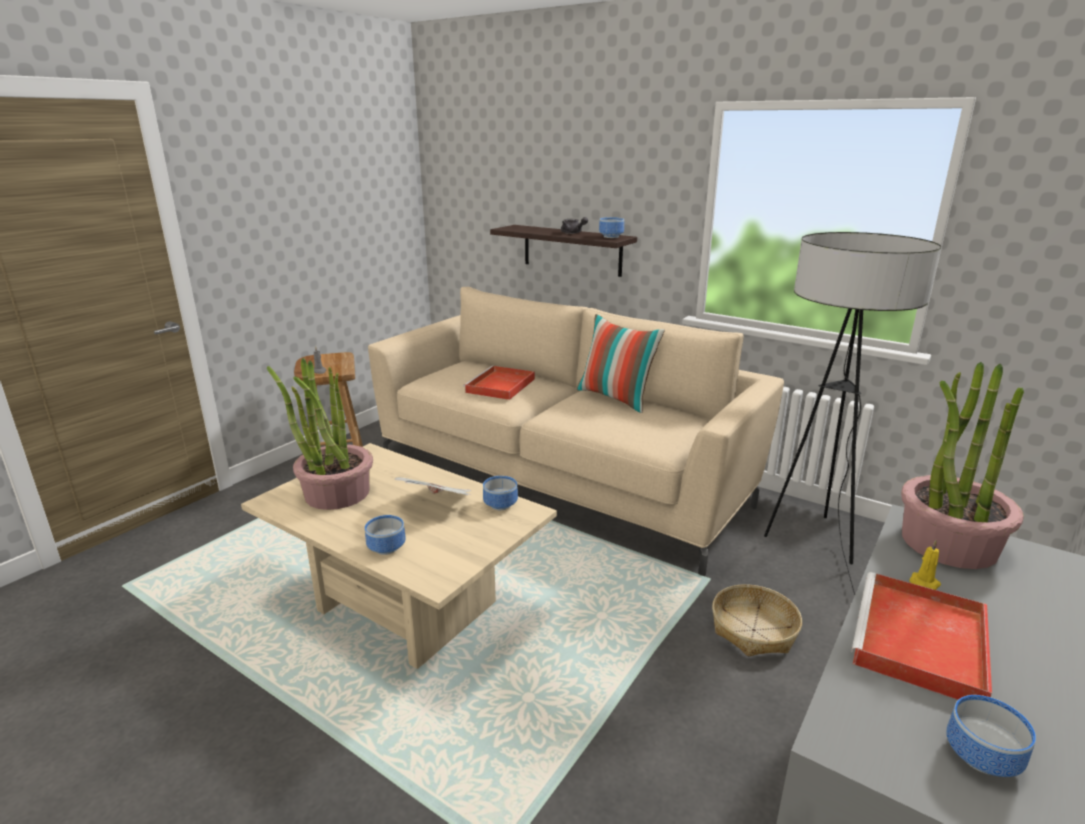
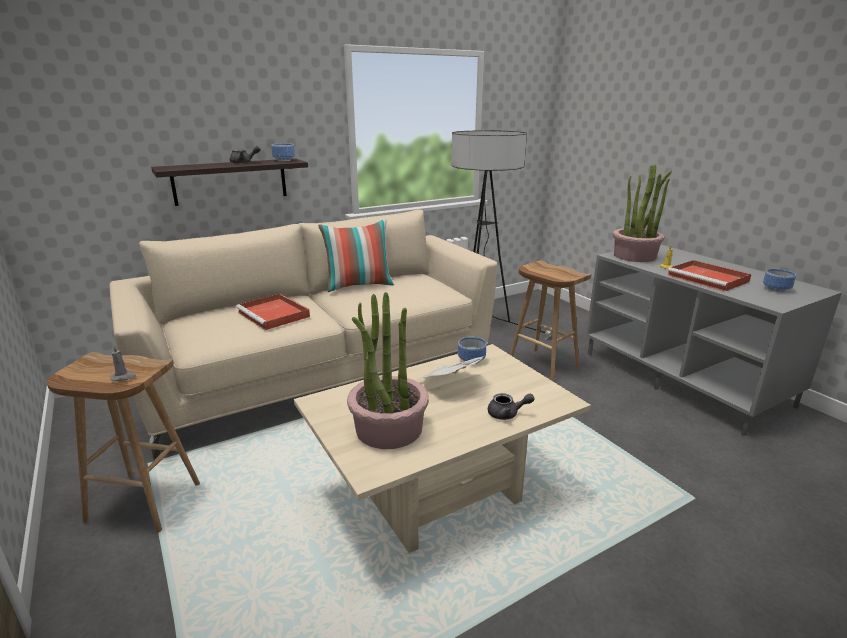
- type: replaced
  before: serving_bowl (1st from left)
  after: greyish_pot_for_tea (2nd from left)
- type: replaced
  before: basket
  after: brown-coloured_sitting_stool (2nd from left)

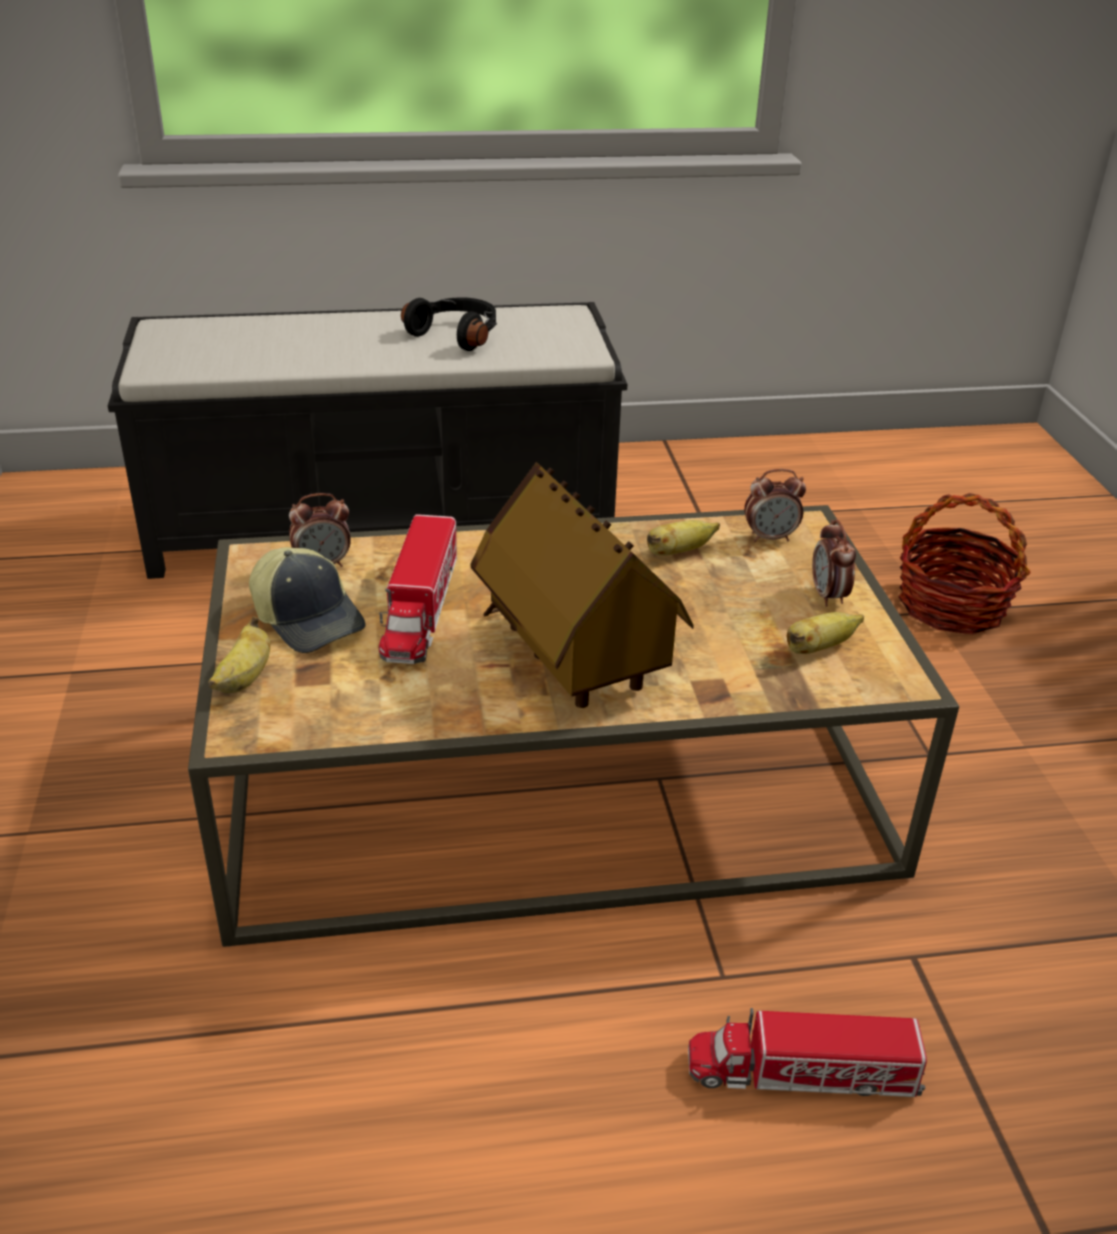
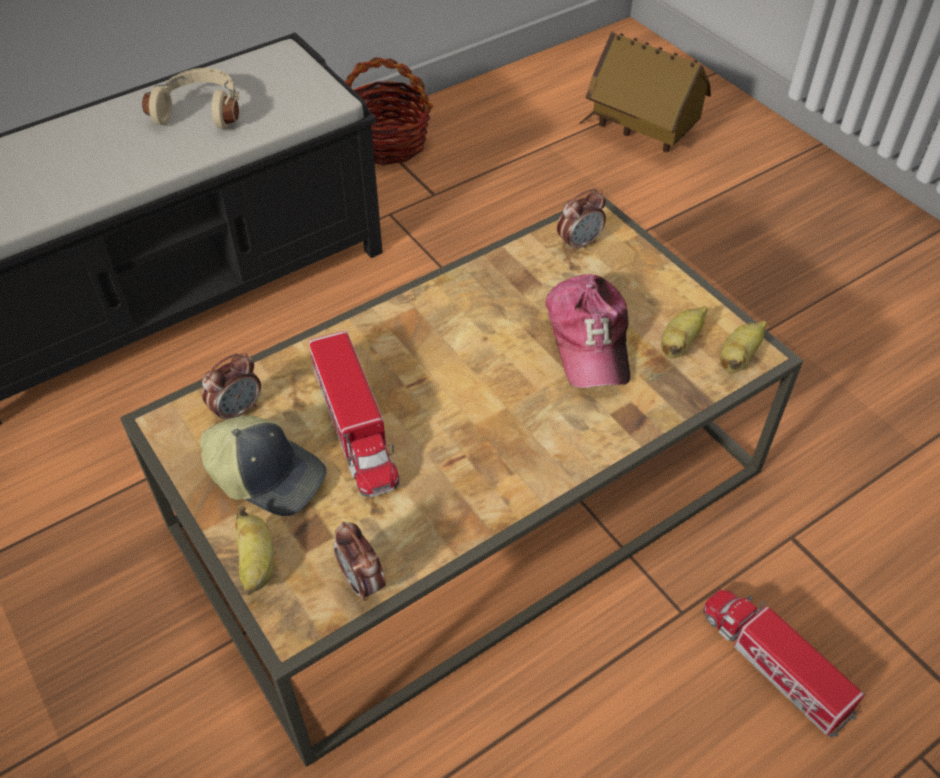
- type: recoloured
  before: blackish_pair_of_headphones
  after: beige-coloured_pair_of_headphones
- type: moved
  before: miniature_house
- type: moved
  before: banana_fruit (2nd from left in the first image)
  after: banana_fruit (3rd from left)
- type: turned
  before: toy_truck (2nd from left)
  turn: 75
- type: moved
  before: table_clock (3rd from left in the first image)
  after: table_clock (2nd from left)
- type: moved
  before: basket
- type: added
  after: peaked_cap (2nd from left)

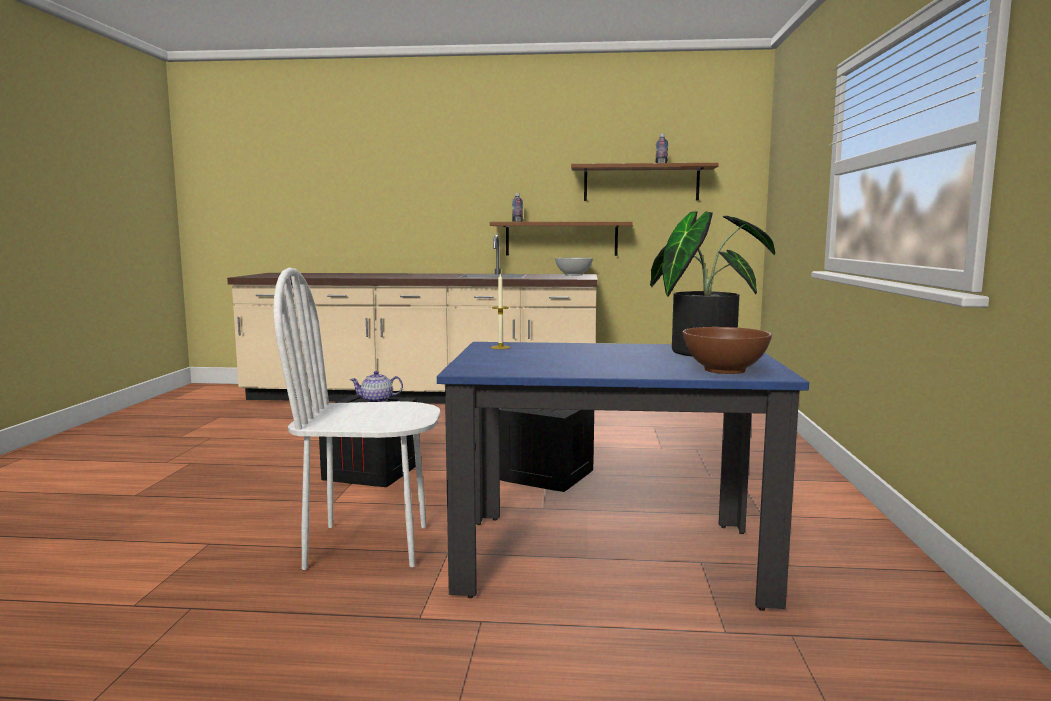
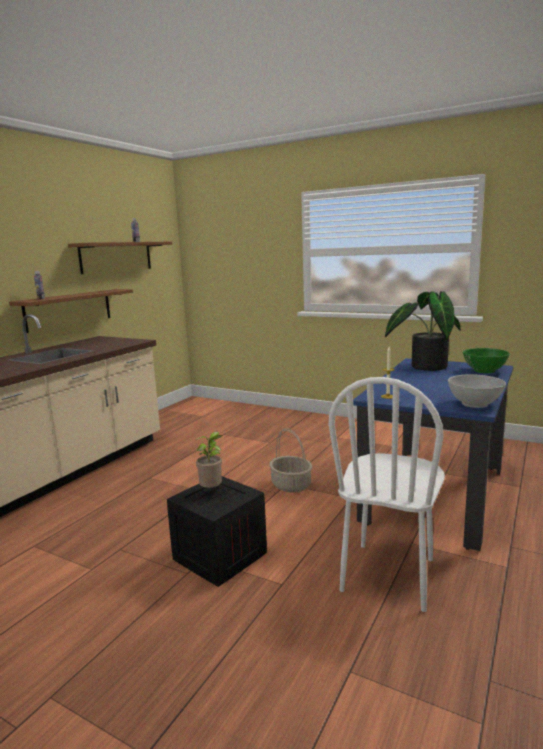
- type: replaced
  before: pot_for_tea
  after: plant_in_a_pot (1st from left)
- type: replaced
  before: crate (2nd from left)
  after: basket
- type: moved
  before: white-coloured_serving_bowl
- type: recoloured
  before: brown-coloured_serving_bowl
  after: green_serving_bowl

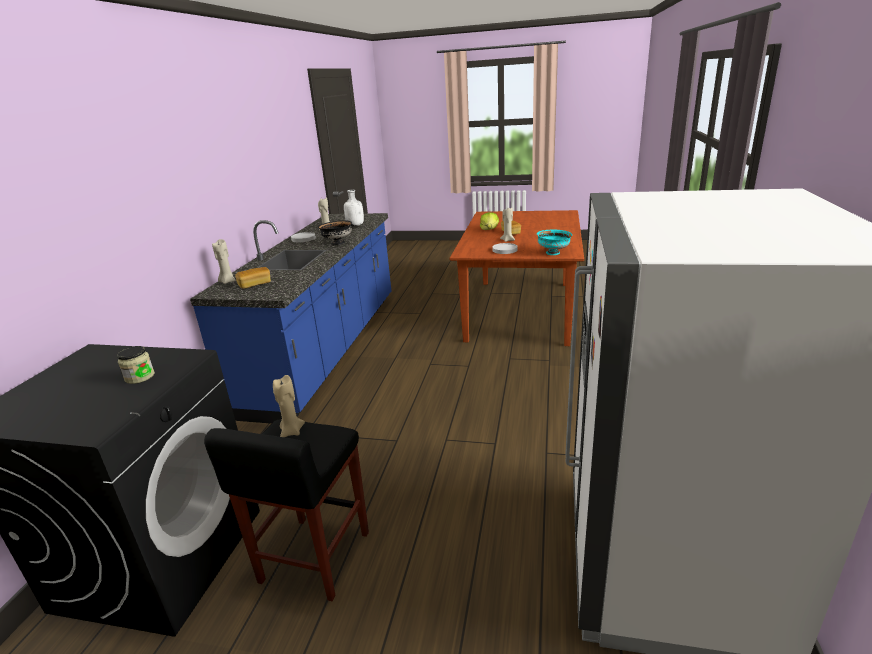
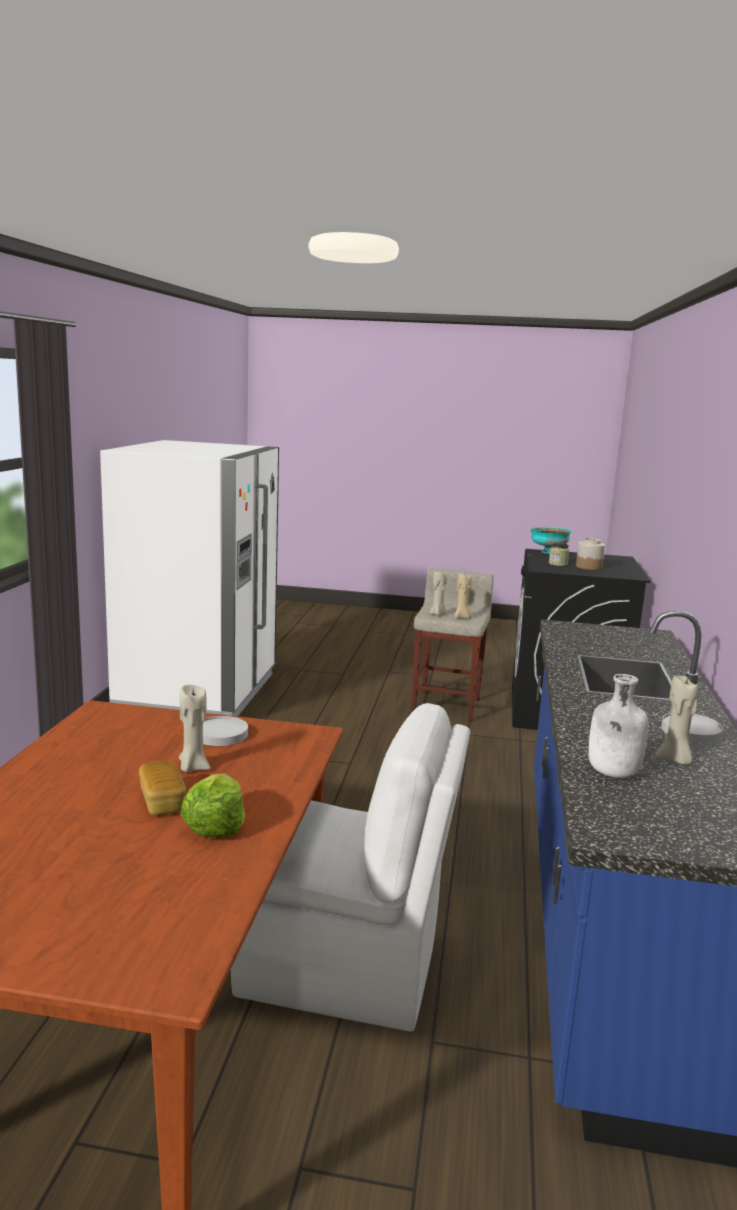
- type: recoloured
  before: blackish_sitting_stool
  after: beige-coloured_sitting_stool
- type: moved
  before: beige-coloured_wax_candle (1st from left in the first image)
  after: beige-coloured_wax_candle (2nd from left)
- type: removed
  before: baked_bread (1st from left)
- type: removed
  before: blackish_serving_bowl
- type: moved
  before: turquoise_serving_bowl
- type: added
  after: white-coloured_chair
- type: added
  after: preserve_jar (2nd from left)

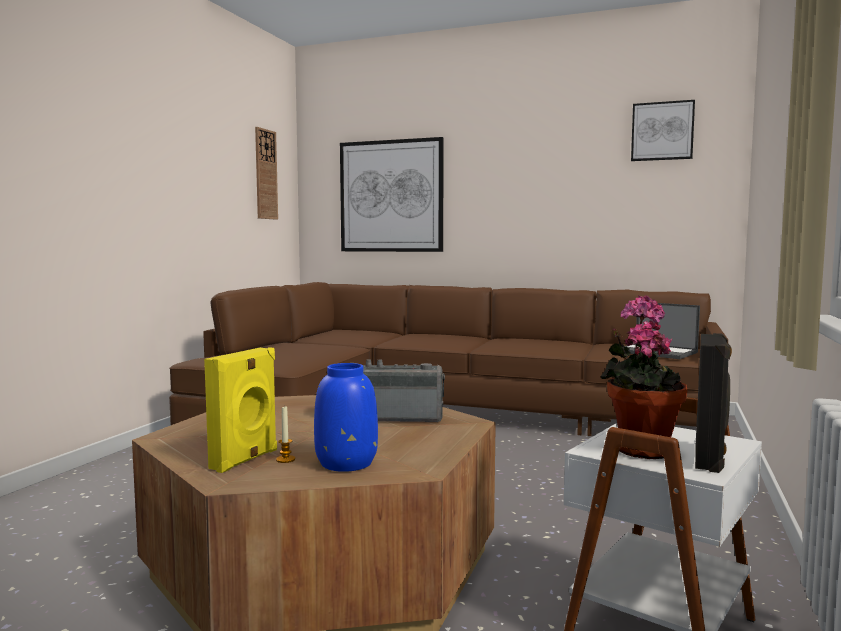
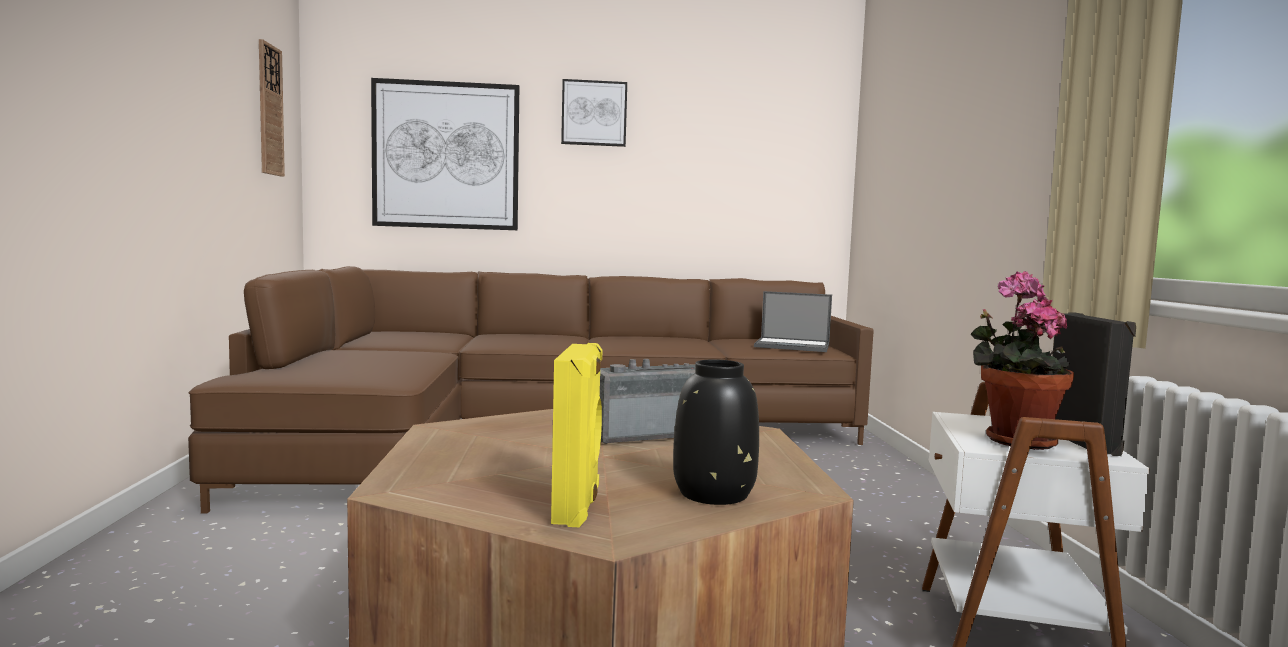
- type: removed
  before: wax_candle
- type: recoloured
  before: blue_flower_vase
  after: blackish_flower_vase
- type: moved
  before: picture (2nd from left)

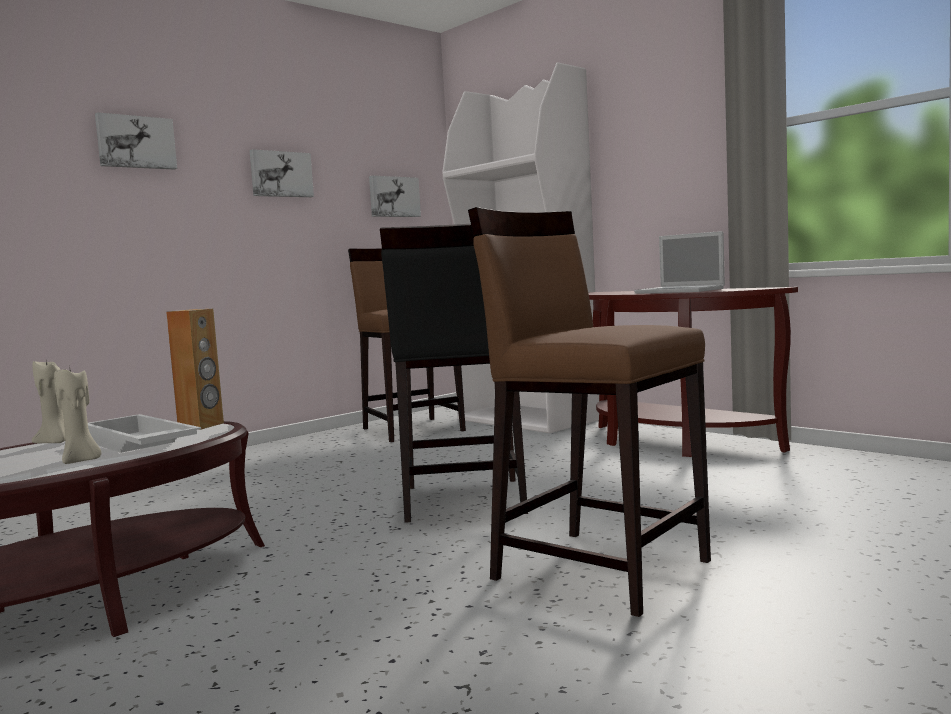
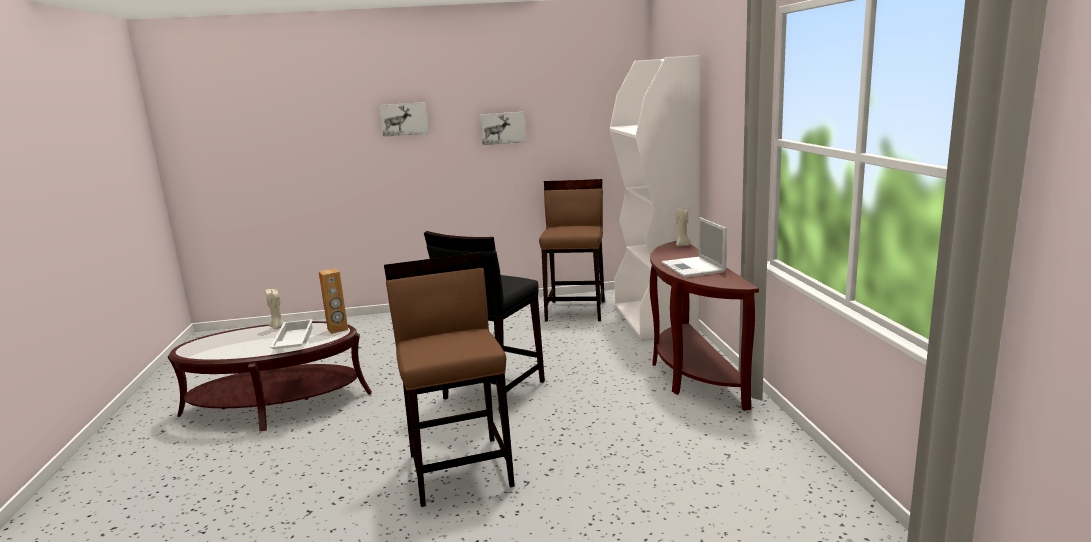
- type: moved
  before: beige-coloured_wax_candle (2nd from left)
- type: removed
  before: picture (3rd from left)

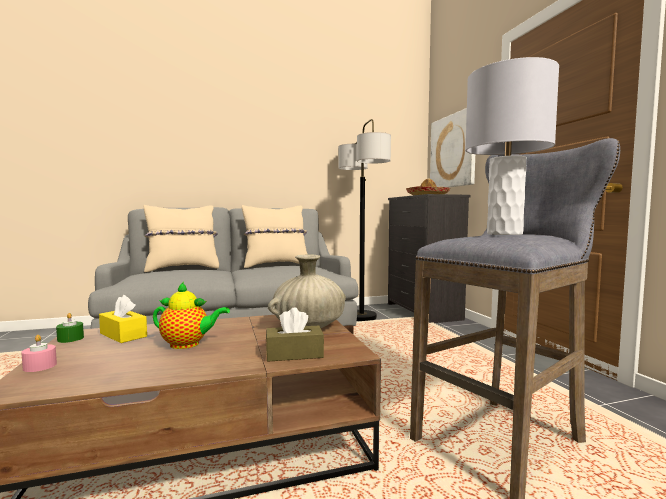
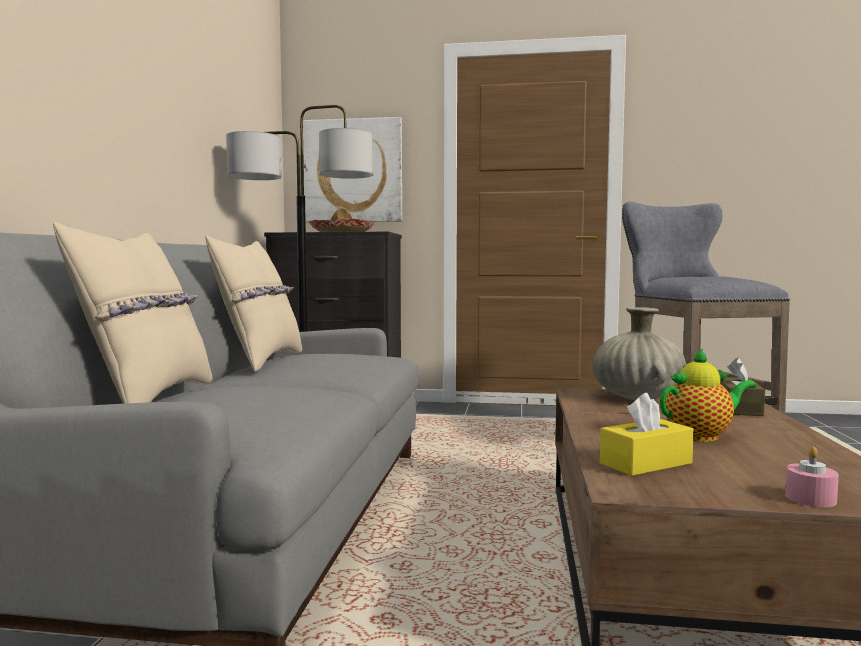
- type: removed
  before: green_wax_candle
- type: turned
  before: pot_for_tea
  turn: 45
- type: removed
  before: greyish_lamp_for_a_table

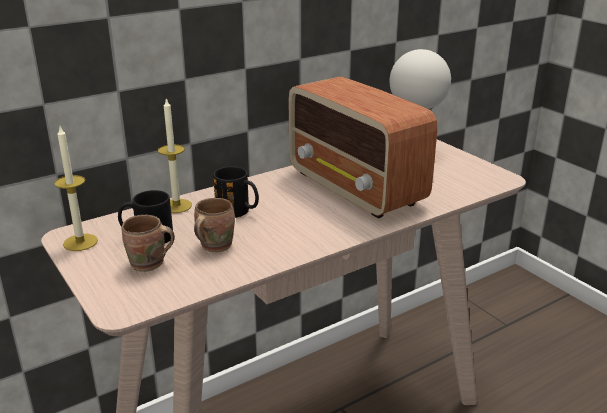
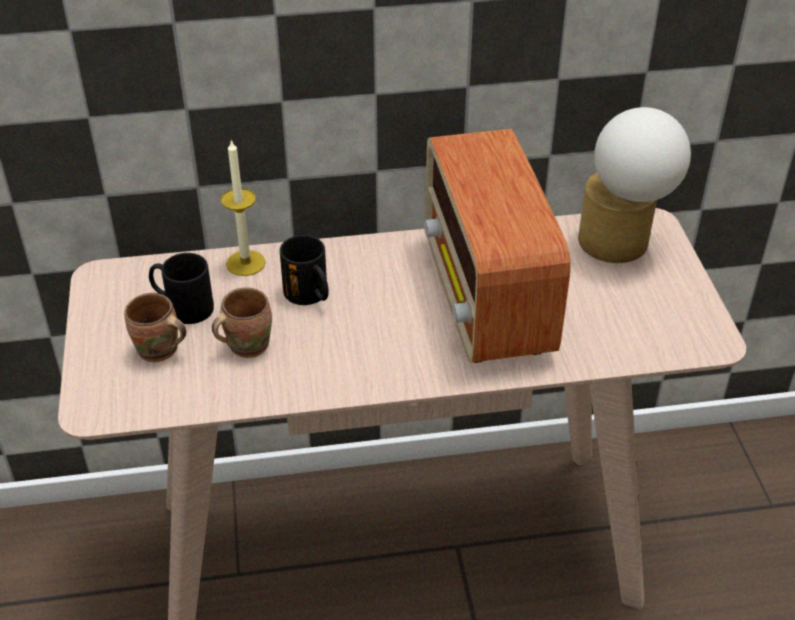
- type: removed
  before: wax_candle (1st from left)

